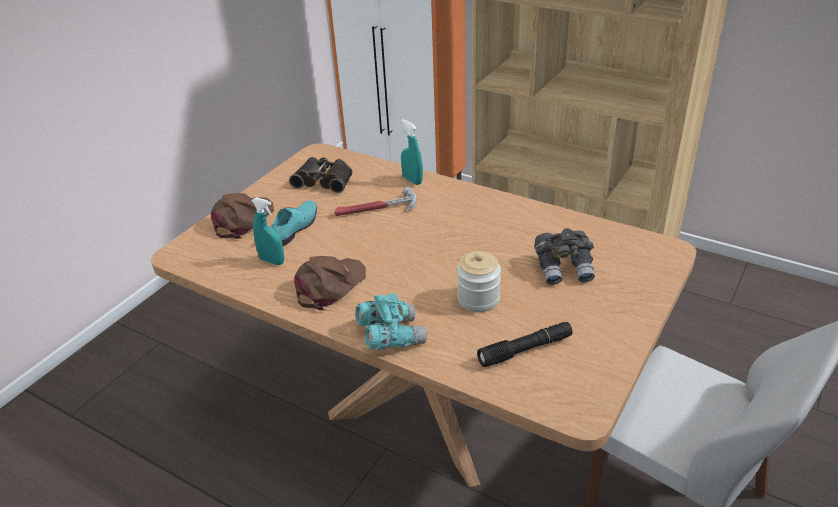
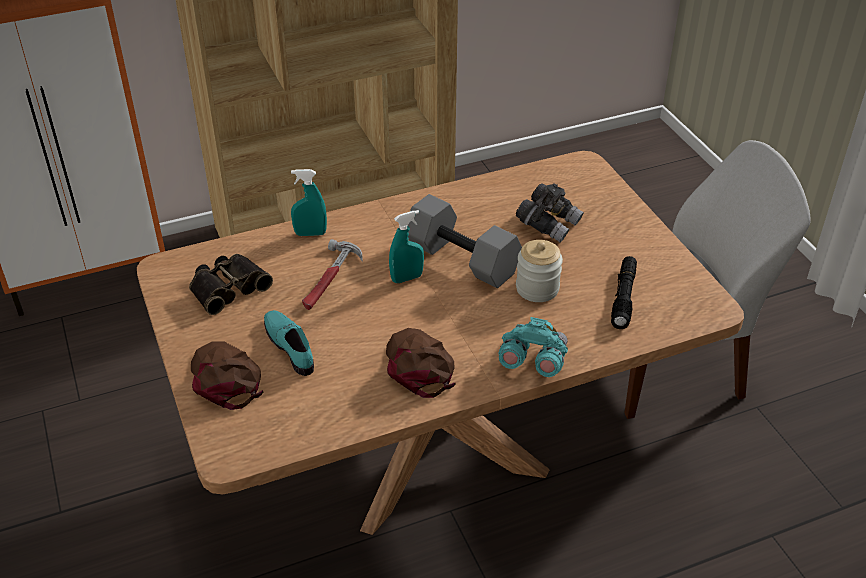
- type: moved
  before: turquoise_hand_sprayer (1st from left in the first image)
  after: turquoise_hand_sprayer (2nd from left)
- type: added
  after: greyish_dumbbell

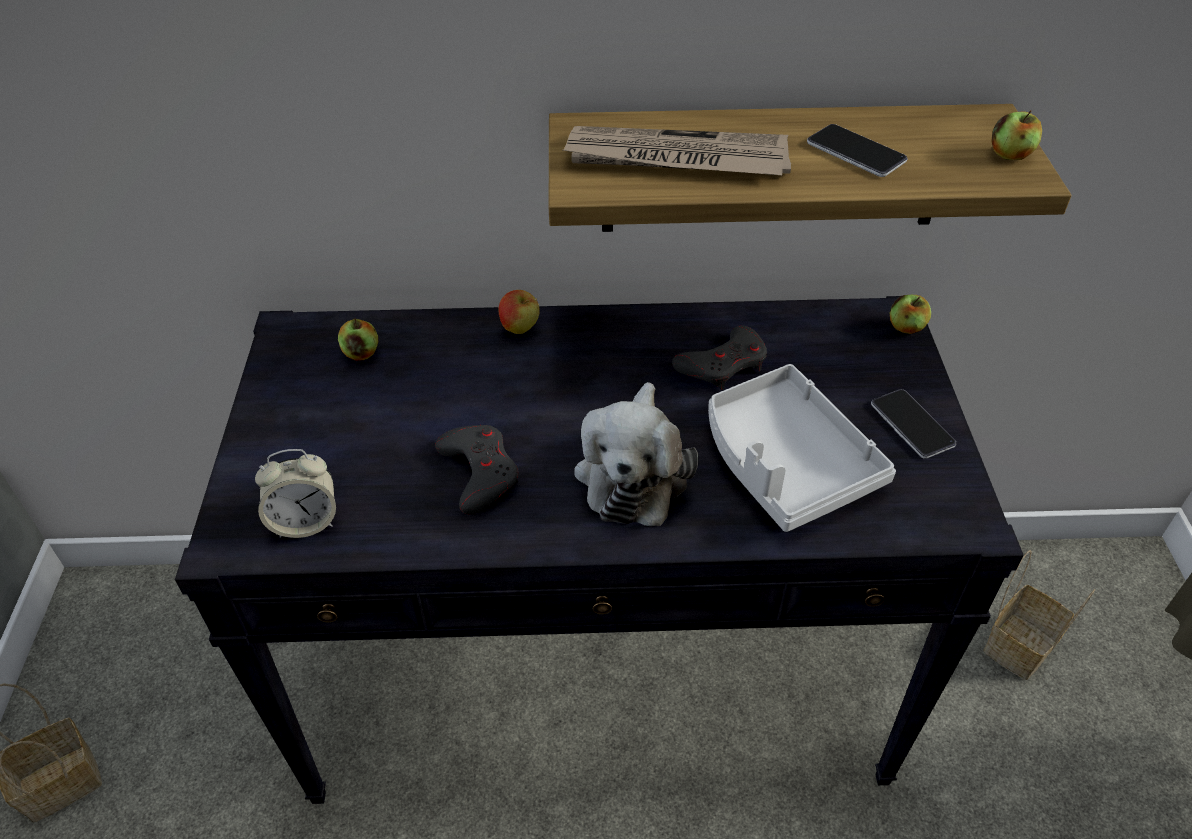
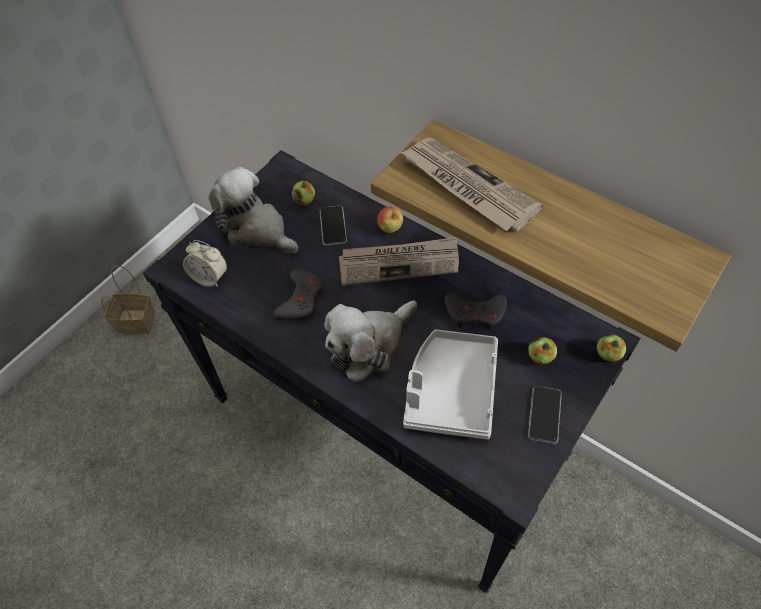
- type: moved
  before: handset (1st from left)
- type: removed
  before: basket (2nd from left)
- type: moved
  before: apple_fruit (4th from left in the first image)
  after: apple_fruit (3rd from left)
- type: added
  after: plush_toy (1st from left)
- type: added
  after: daily_paper (1st from left)

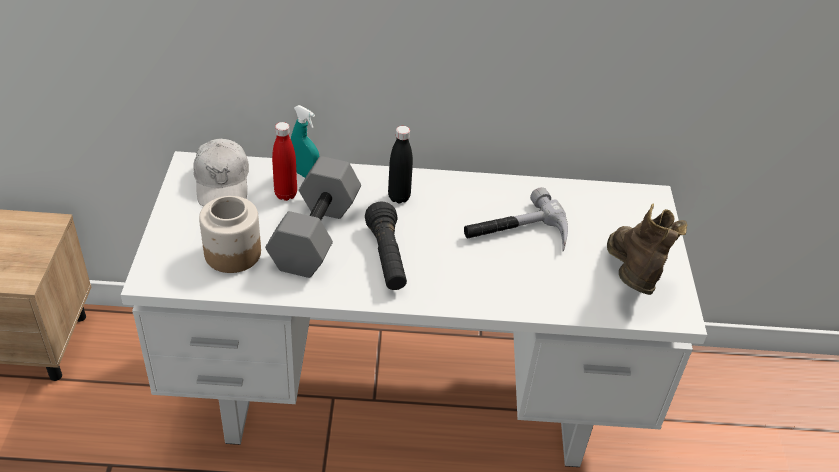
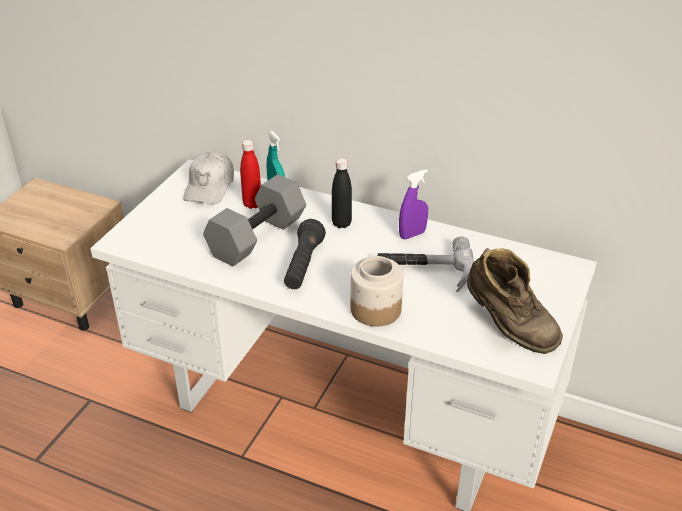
- type: moved
  before: preserve_jar
- type: turned
  before: brown-coloured_boot
  turn: 105
- type: added
  after: purple-coloured_hand_sprayer

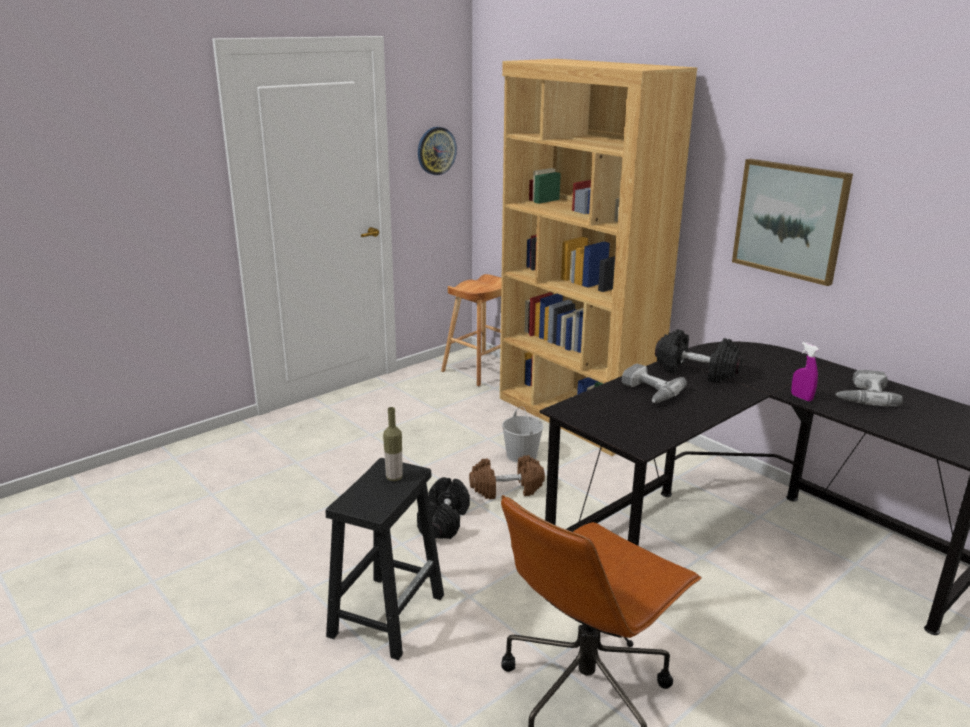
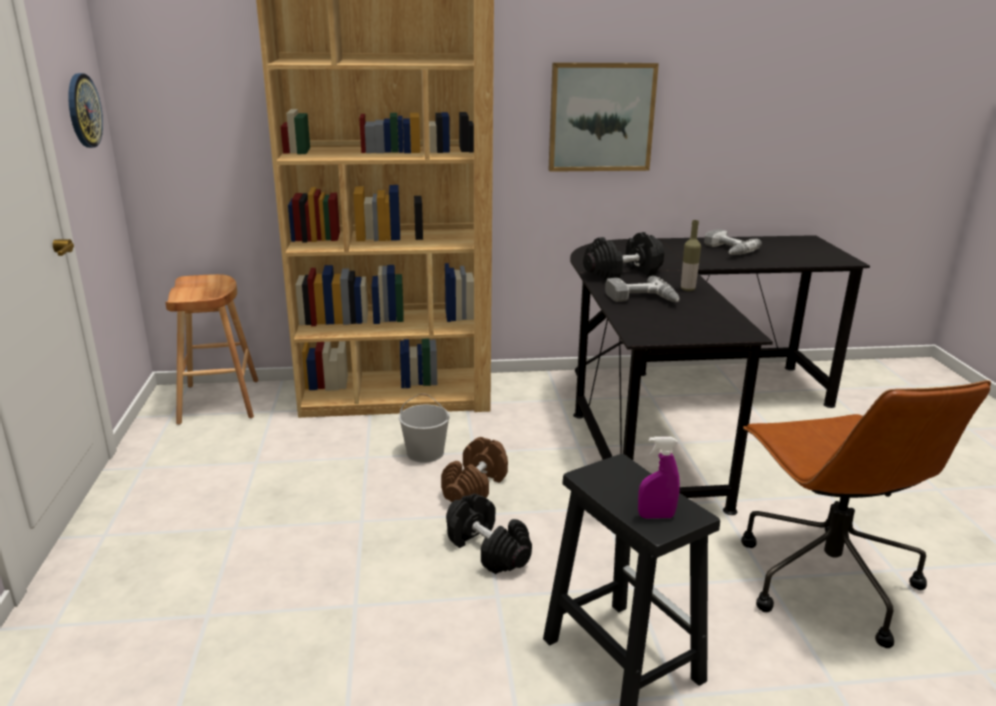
- type: moved
  before: drink_bottle
- type: moved
  before: purple-coloured_hand_sprayer

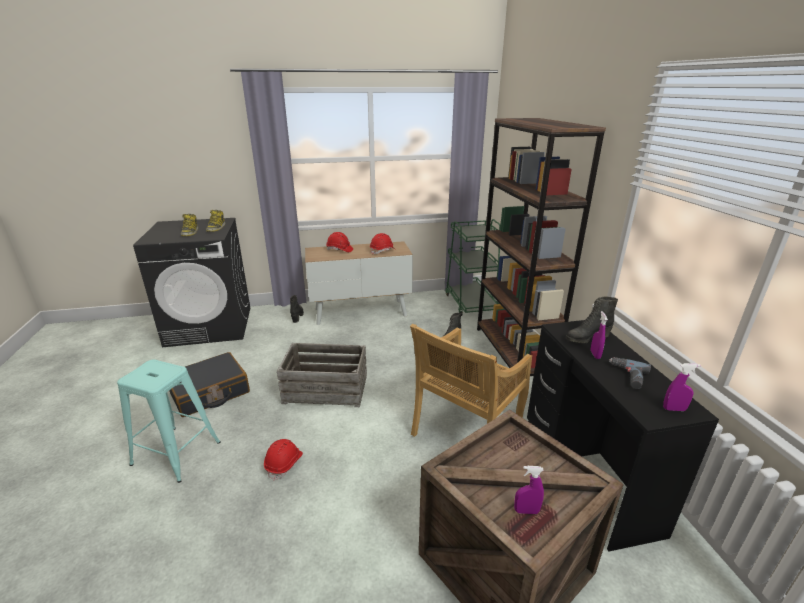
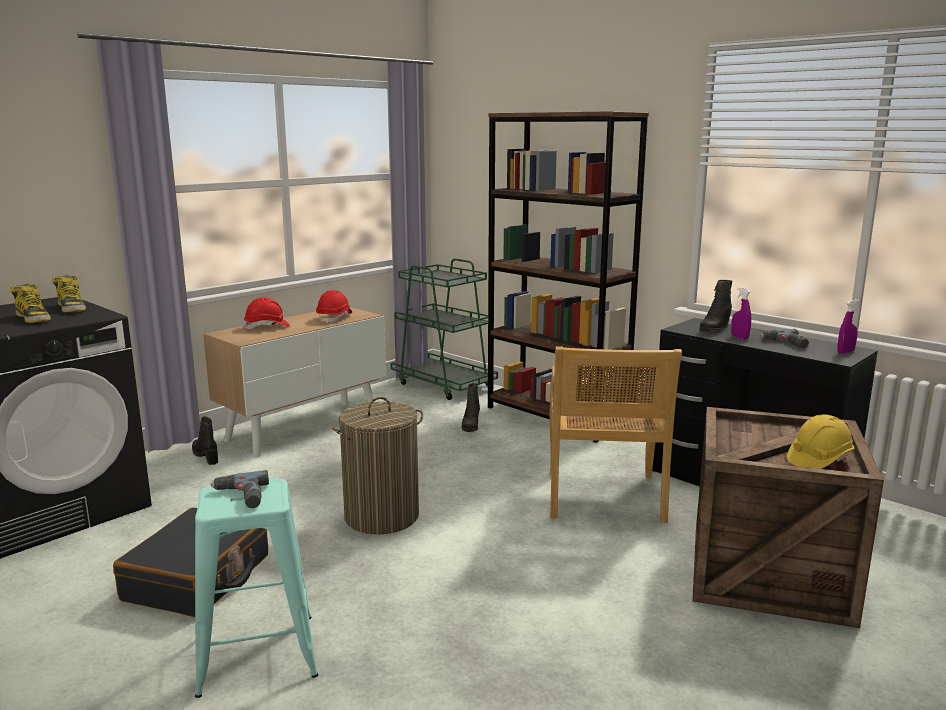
- type: removed
  before: red-coloured_safety_helmet (1st from left)
- type: replaced
  before: crate (1st from left)
  after: washing_basket
- type: replaced
  before: purple-coloured_hand_sprayer (1st from left)
  after: yellow_safety_helmet
- type: added
  after: drill (1st from left)

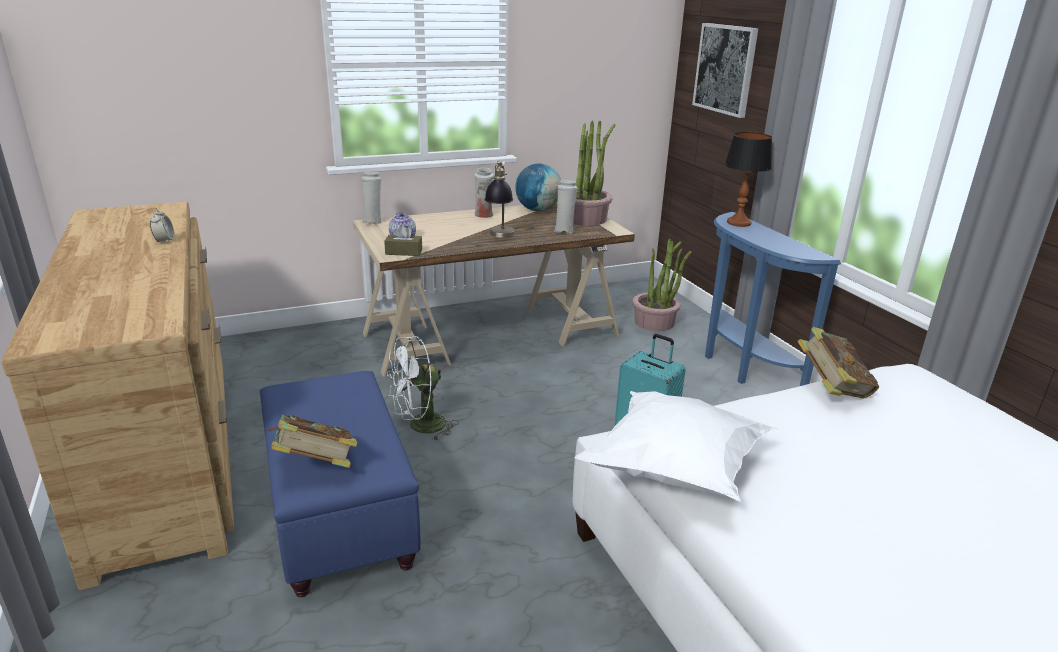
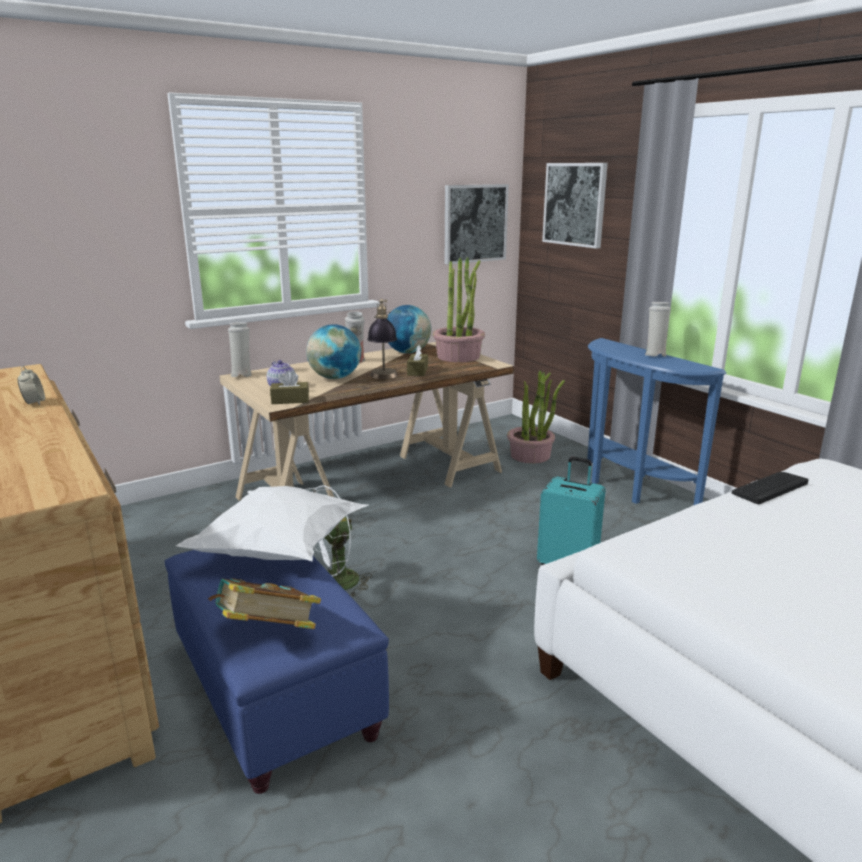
- type: moved
  before: white-coloured_flower_vase (3rd from left)
- type: moved
  before: white-coloured_cushion
- type: removed
  before: lamp_for_a_table (2nd from left)
- type: replaced
  before: bound_book (2nd from left)
  after: PC_keyboard
- type: added
  after: world_globe (1st from left)
- type: added
  after: brown-coloured_tissue_holder (2nd from left)
- type: added
  after: picture (1st from left)

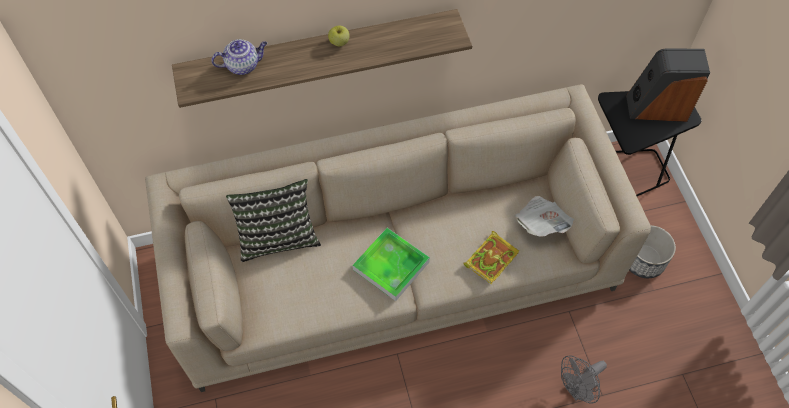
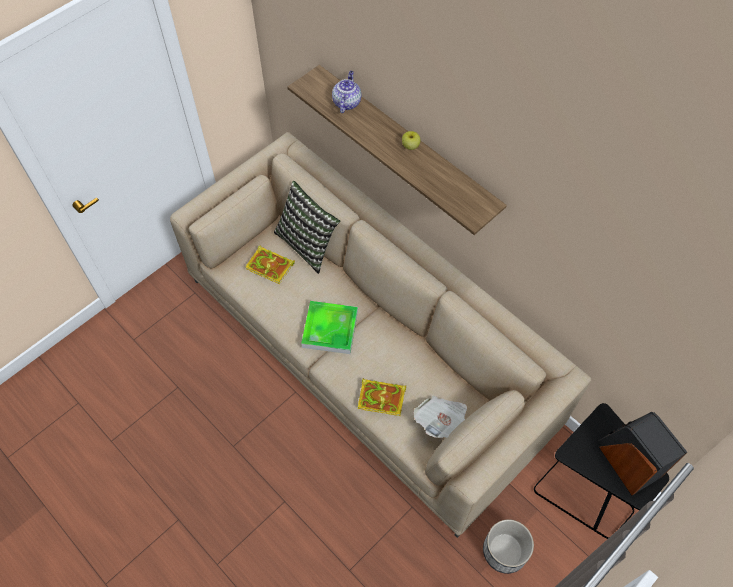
- type: turned
  before: pot_for_tea
  turn: -120
- type: removed
  before: greyish_electric_fan
- type: added
  after: bound_book (1st from left)

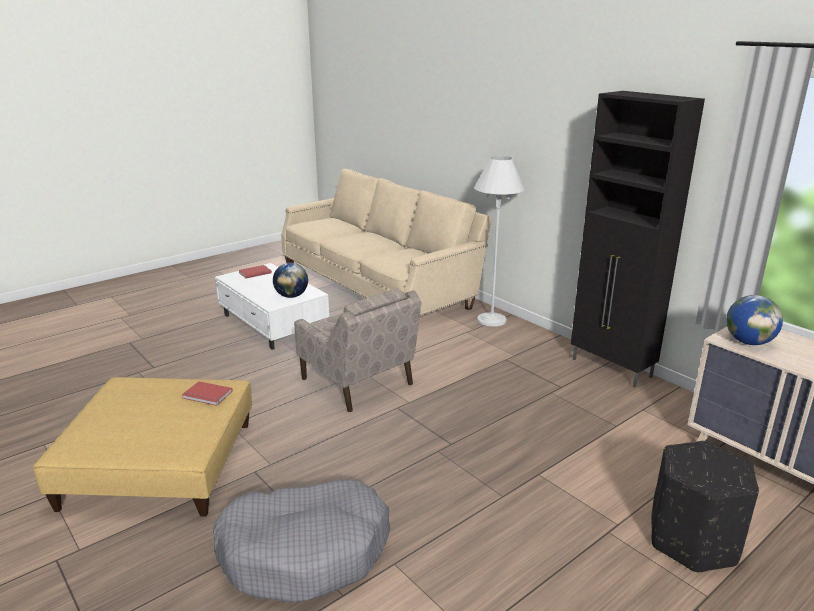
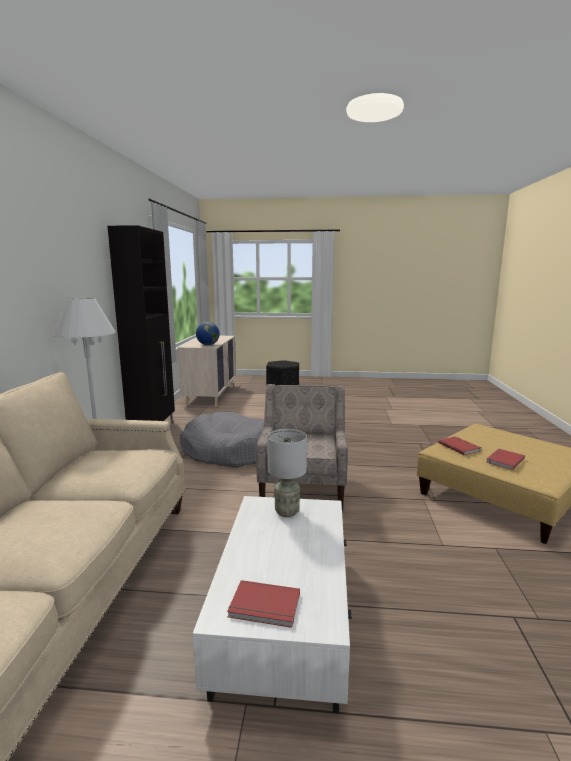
- type: moved
  before: greyish_dog_cushion
- type: replaced
  before: world_globe (1st from left)
  after: greyish_lamp_for_a_table
- type: added
  after: red-coloured_bound_book (3rd from left)

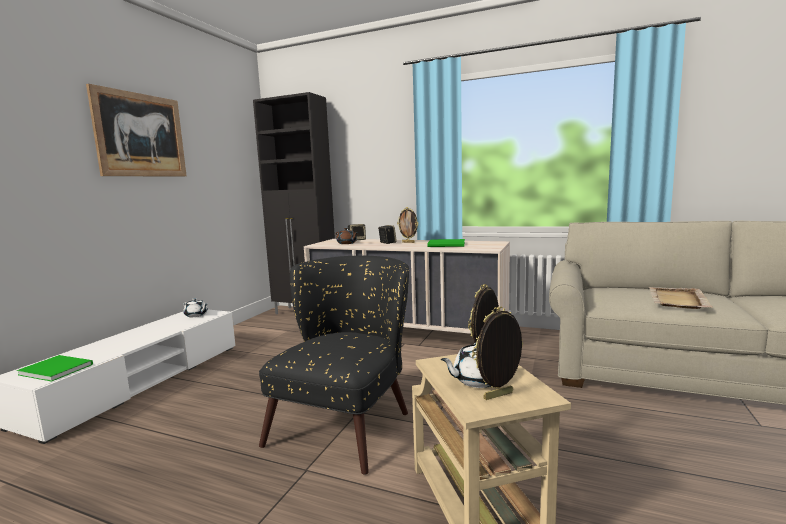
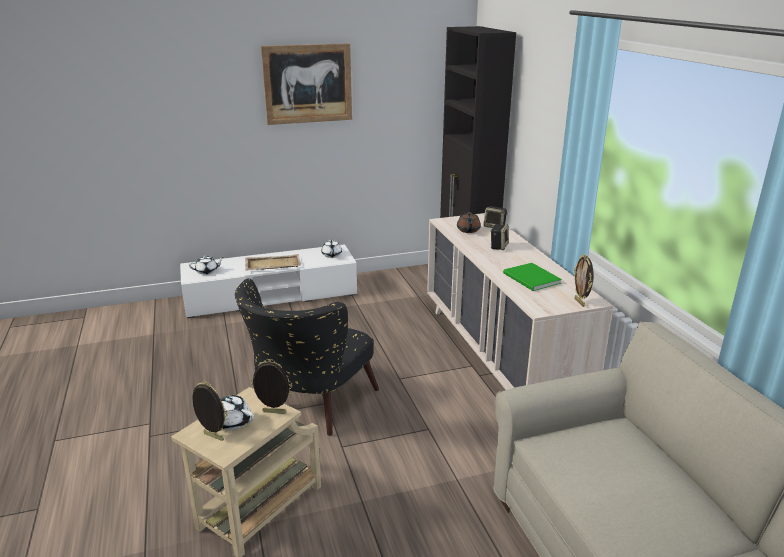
- type: replaced
  before: green_bound_book (1st from left)
  after: white-coloured_pot_for_tea (1st from left)
- type: turned
  before: blackish_lounge_chair
  turn: 135
- type: moved
  before: photo_frame (1st from left in the first image)
  after: photo_frame (3rd from left)
- type: moved
  before: beige-coloured_tray

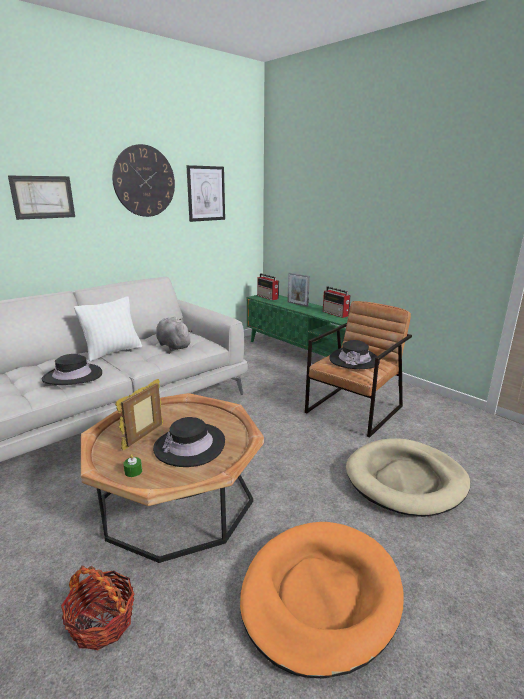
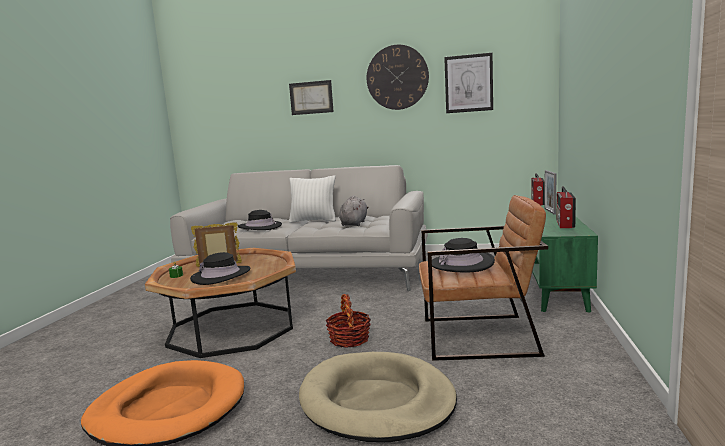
- type: moved
  before: basket

